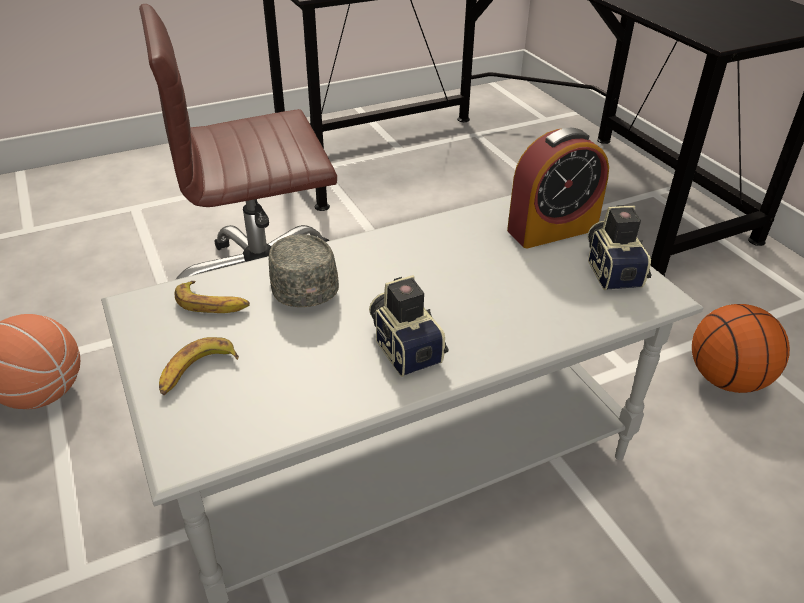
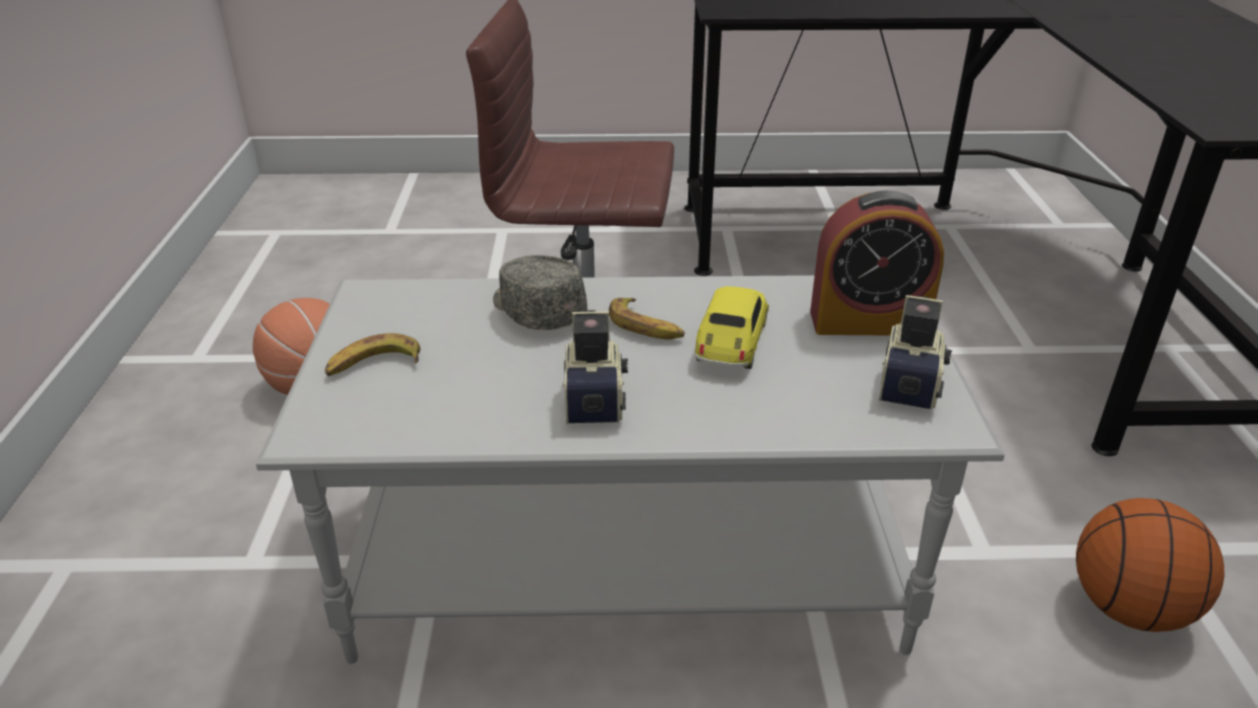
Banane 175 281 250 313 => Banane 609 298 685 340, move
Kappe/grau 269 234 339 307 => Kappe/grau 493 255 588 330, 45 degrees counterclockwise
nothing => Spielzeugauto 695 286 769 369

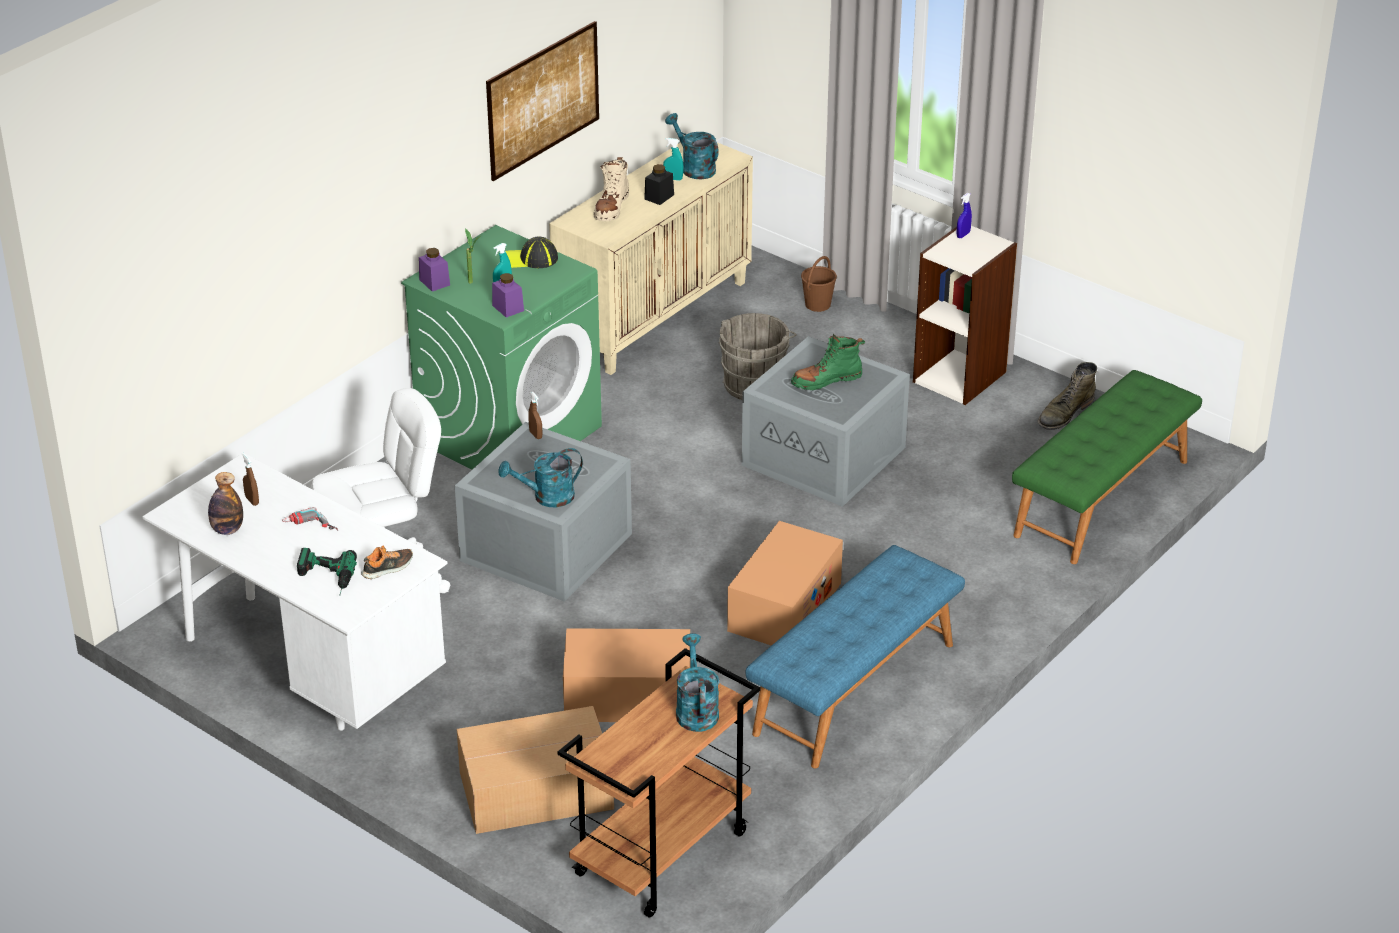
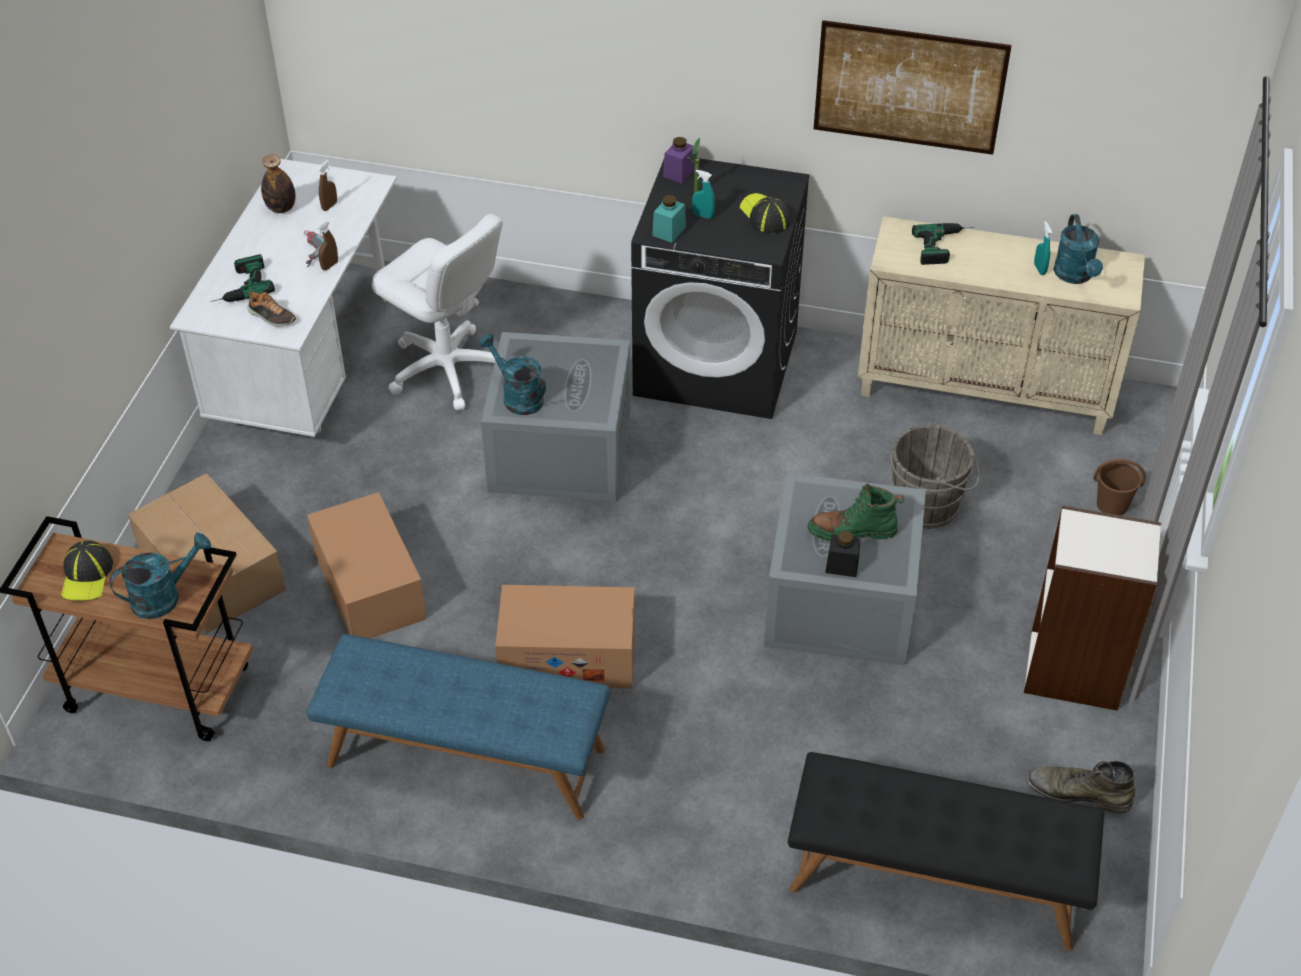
Waschmaschine/grün 401 225 602 470 => Waschmaschine/schwarz 631 158 810 419
Vorratsglas/lila 492 273 524 318 => Vorratsglas/türkis 652 195 686 243
Sprühflasche/braun 528 392 542 439 => Sprühflasche/braun 316 221 338 270, move
Stiefel/beige 594 157 629 221 => Bohrmaschine 912 223 974 265
Vorratsglas/schwarz 644 164 674 205 => Vorratsglas/schwarz 825 531 860 577, move
Gießkanne/türkis 665 113 719 180 => Gießkanne/türkis 1054 214 1103 284, 150 degrees clockwise
Stiefel/grün 791 334 865 390 => Stiefel/grün 808 484 904 541, 45 degrees counterclockwise
Sprühflasche/blau 957 193 972 238 => nothing
Bank/grün 1012 370 1202 564 => Bank/schwarz 788 752 1104 951
nothing => Kappe 61 540 113 601

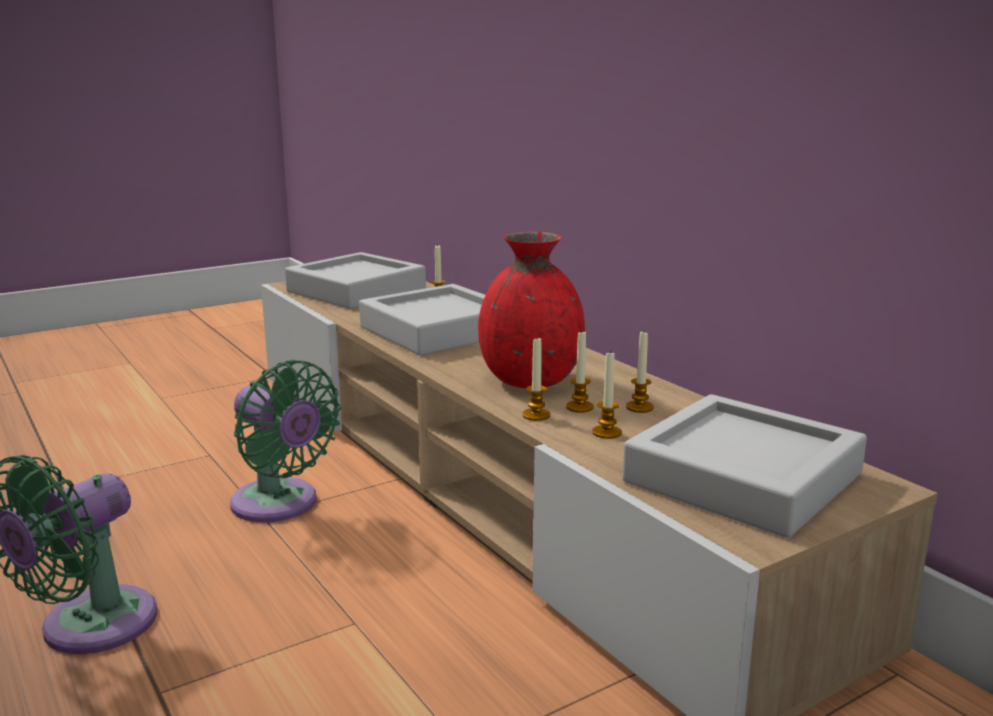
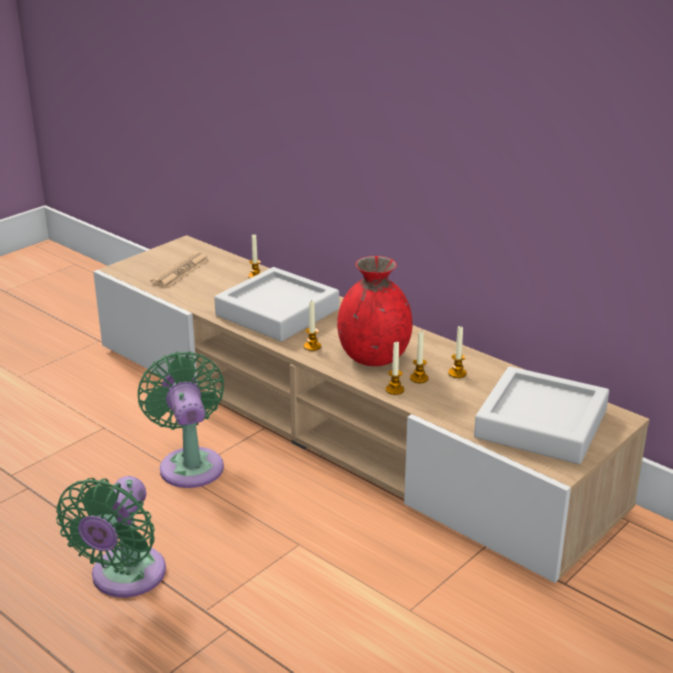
Ventilator/grün 230 360 341 523 => Ventilator/grün 138 351 224 488, 135 degrees counterclockwise
Tablett/grau 285 252 426 309 => Zeitung 150 252 210 287
Kerze 592 350 622 439 => Kerze 304 301 321 351, move

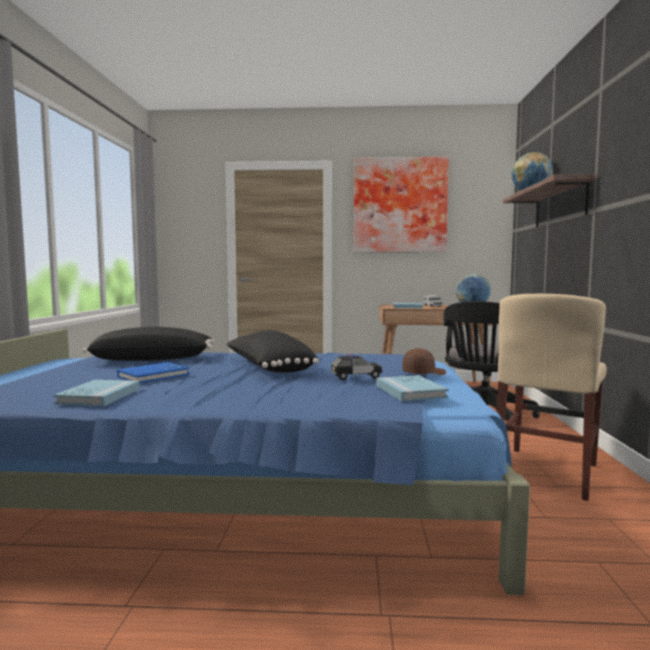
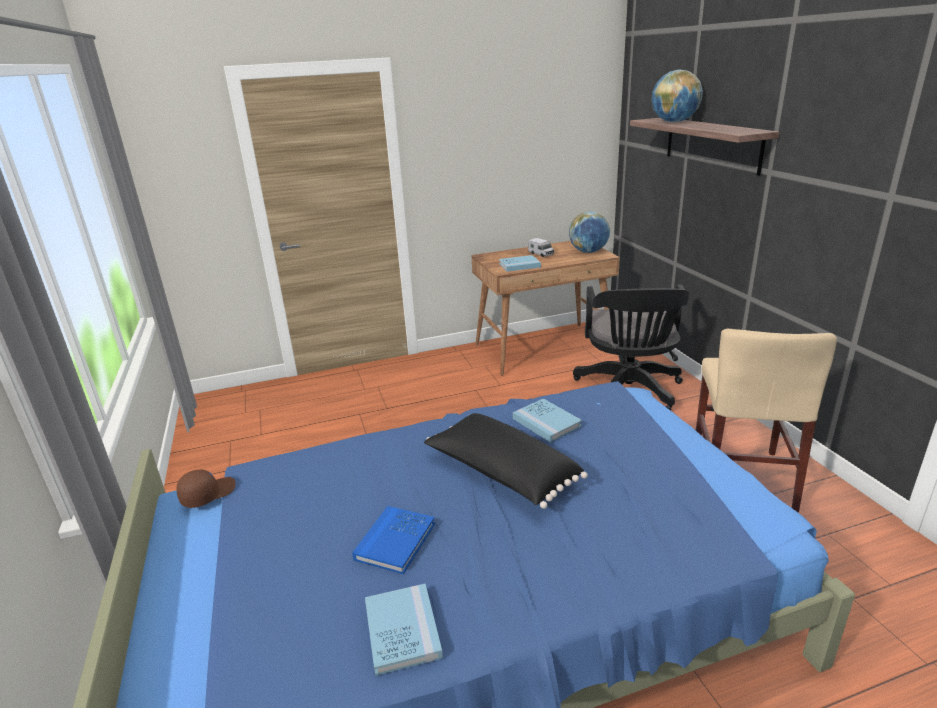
Kissen/schwarz 82 327 215 361 => nothing
Spielzeugauto 330 354 382 380 => nothing
Bild 354 157 449 252 => nothing
Buch/blau 376 375 449 401 => Buch/blau 513 399 582 442, move
Kappe/braun 402 348 446 375 => Kappe/braun 177 469 236 508, move

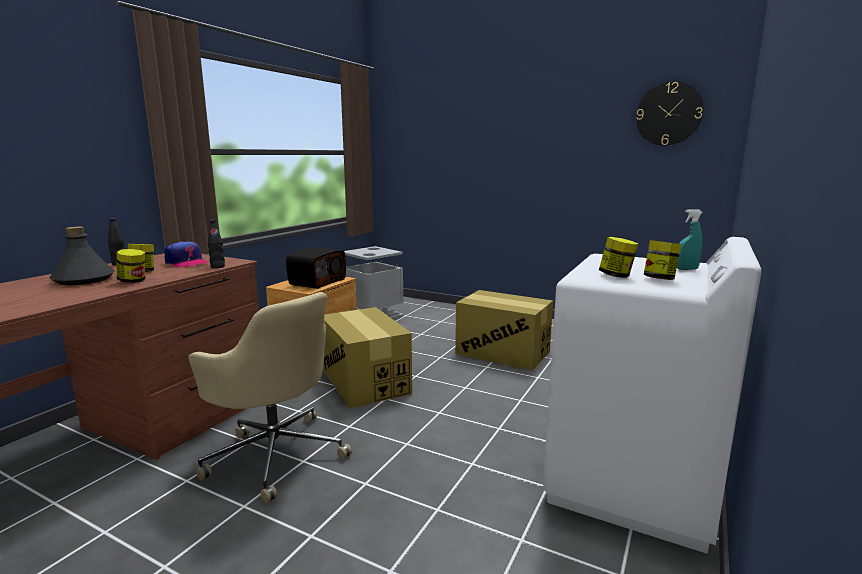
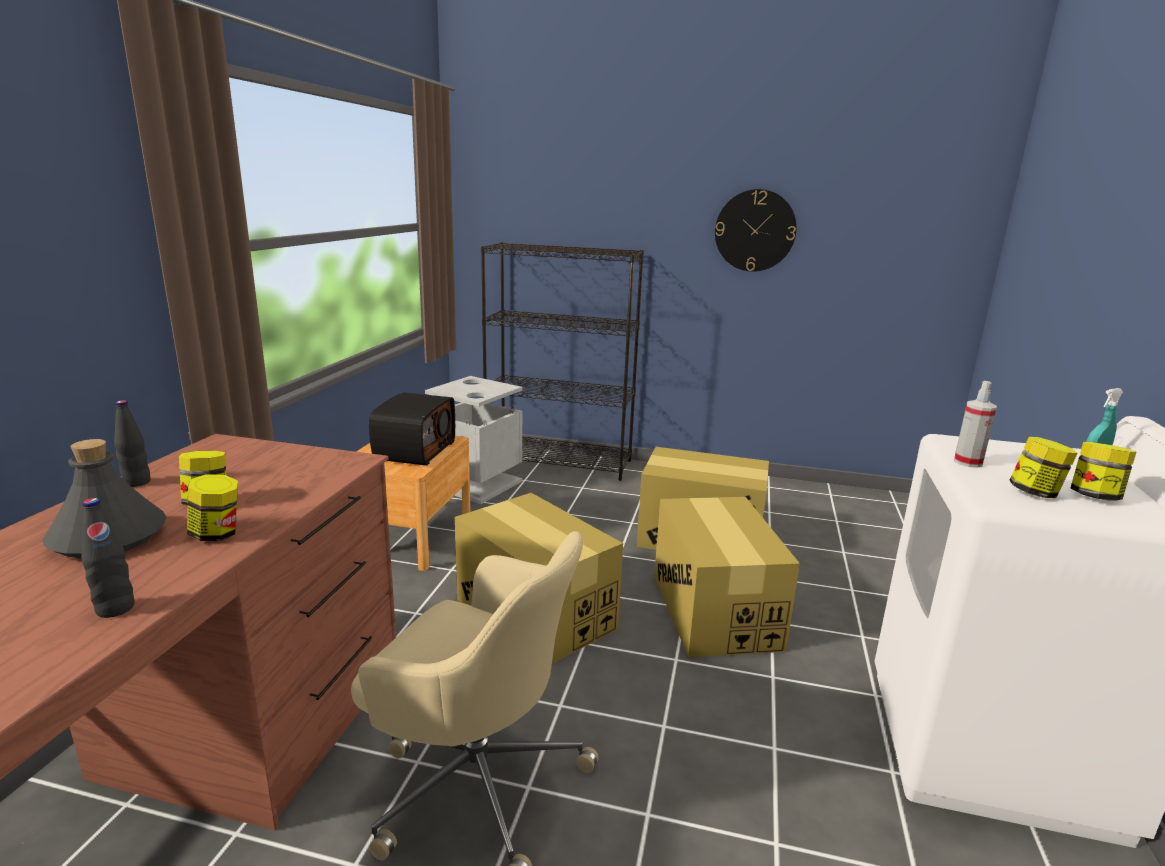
Kappe 164 241 209 267 => nothing
Flasche/schwarz 208 220 225 268 => Flasche/schwarz 81 498 134 618, move
Wanduhr 636 81 703 146 => Wanduhr 715 189 797 272, move
nothing => Bücherregal/schwarz 481 242 644 481
nothing => Karton 654 497 800 657
nothing => Sprühflasche 954 381 997 468

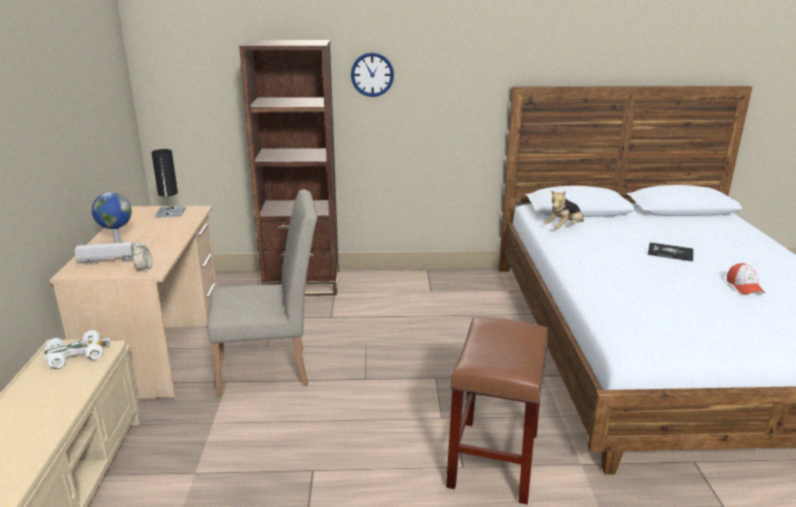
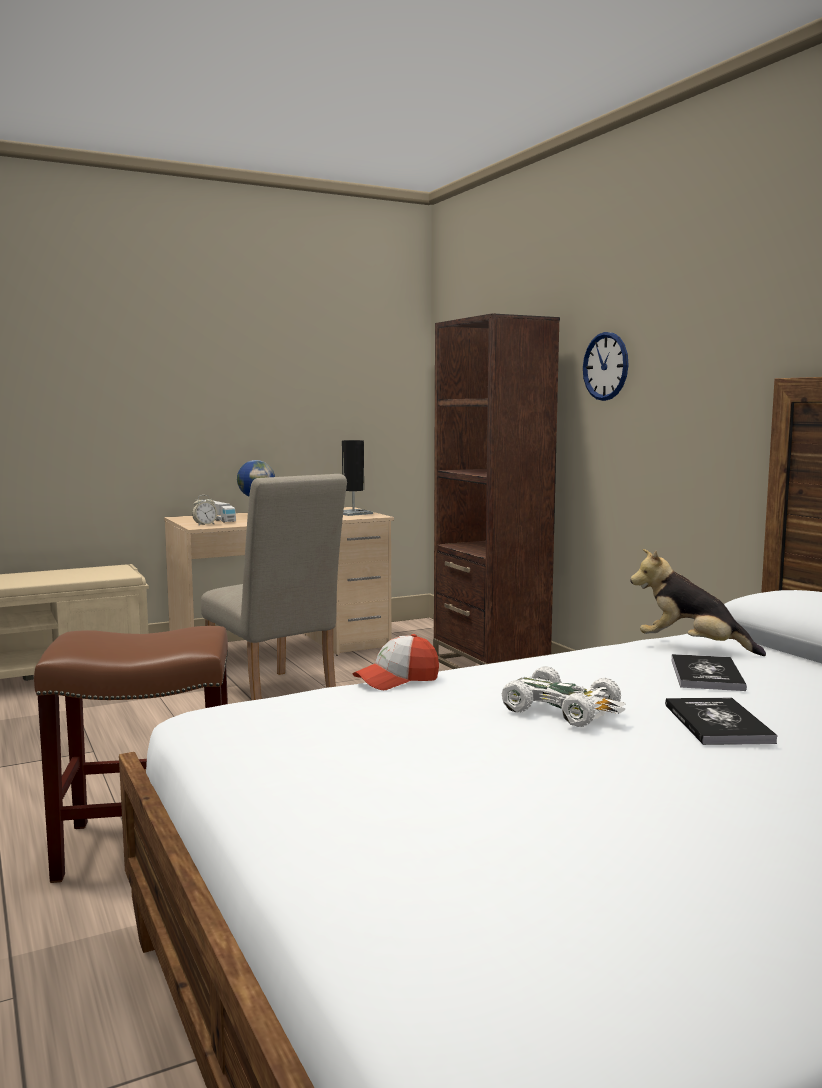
Spielzeugauto/weiß 44 330 111 369 => Spielzeugauto/weiß 502 666 626 727, move
Kappe 726 263 765 294 => Kappe 353 634 439 690, move
nothing => Buch 671 654 747 691

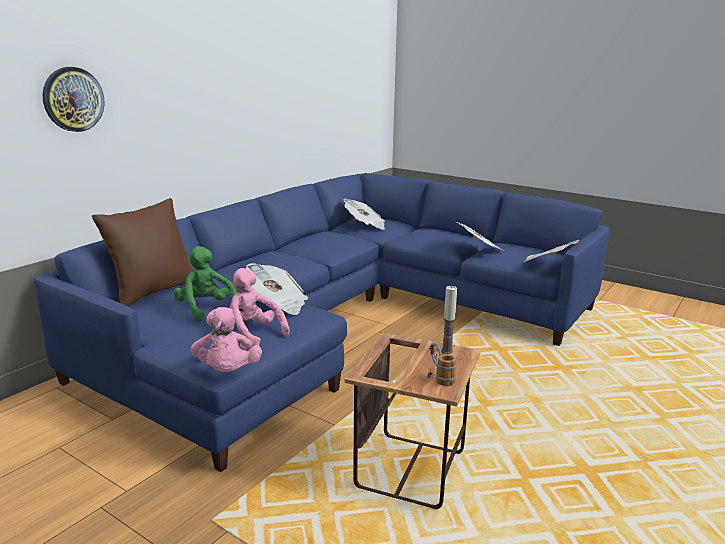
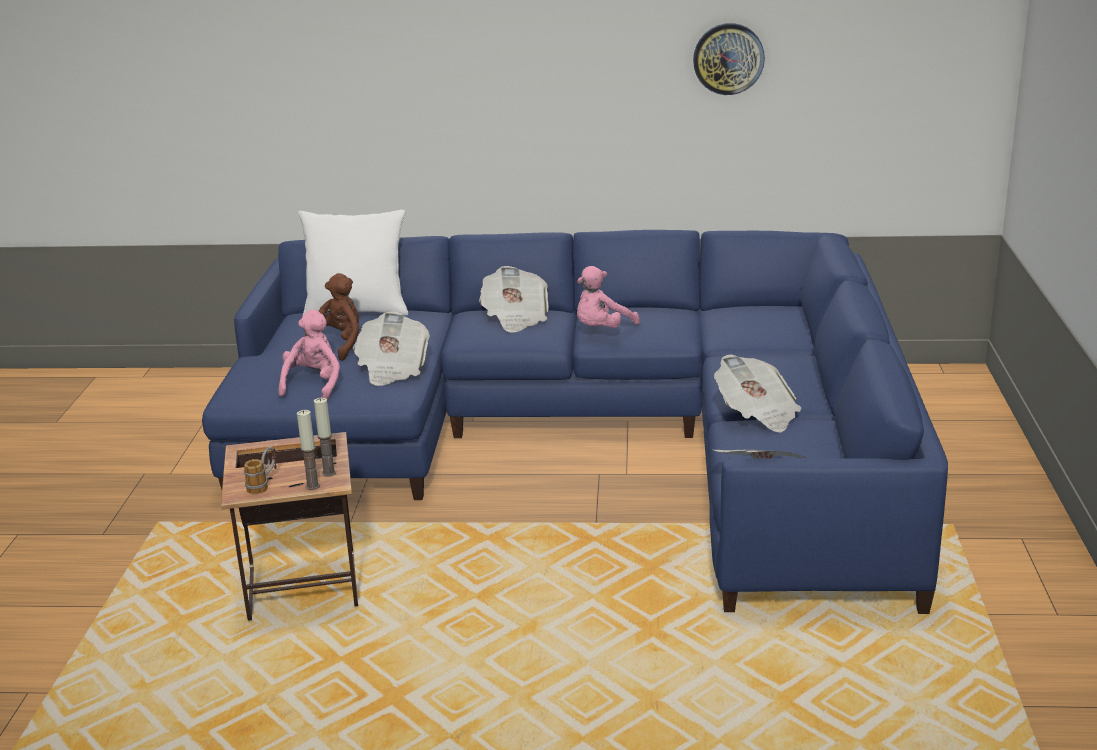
Wanduhr 43 67 105 132 => Wanduhr 693 23 765 95, move
Kissen/braun 92 198 193 307 => Kissen/weiß 299 210 408 316
Plüschtier/grün 173 246 237 322 => Plüschtier/braun 301 273 360 361
Plüschtier/rosa 191 307 262 372 => Plüschtier/rosa 577 266 640 328, move
Zeitung 343 199 385 230 => Zeitung 479 266 549 333, move
nothing => Kerze 297 410 320 490

